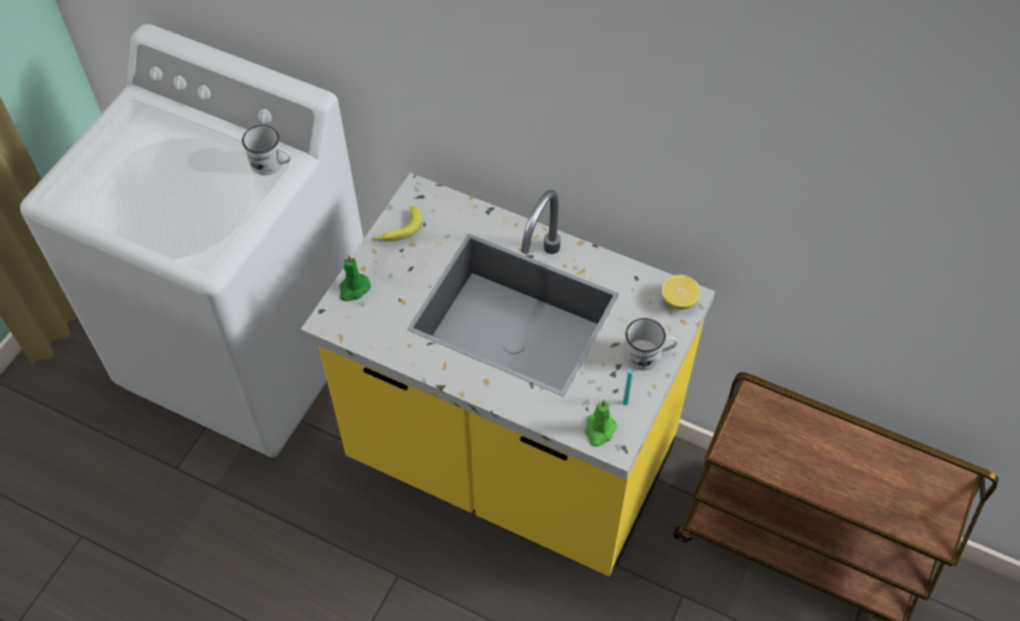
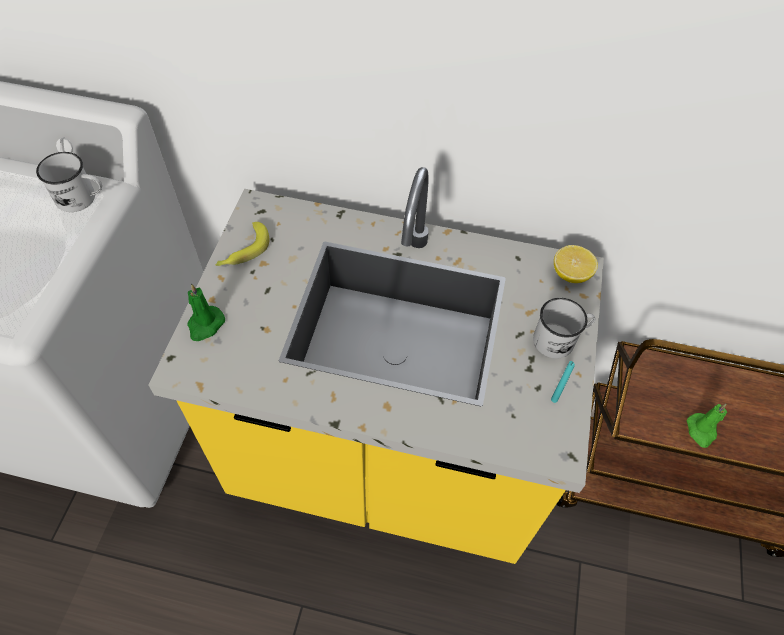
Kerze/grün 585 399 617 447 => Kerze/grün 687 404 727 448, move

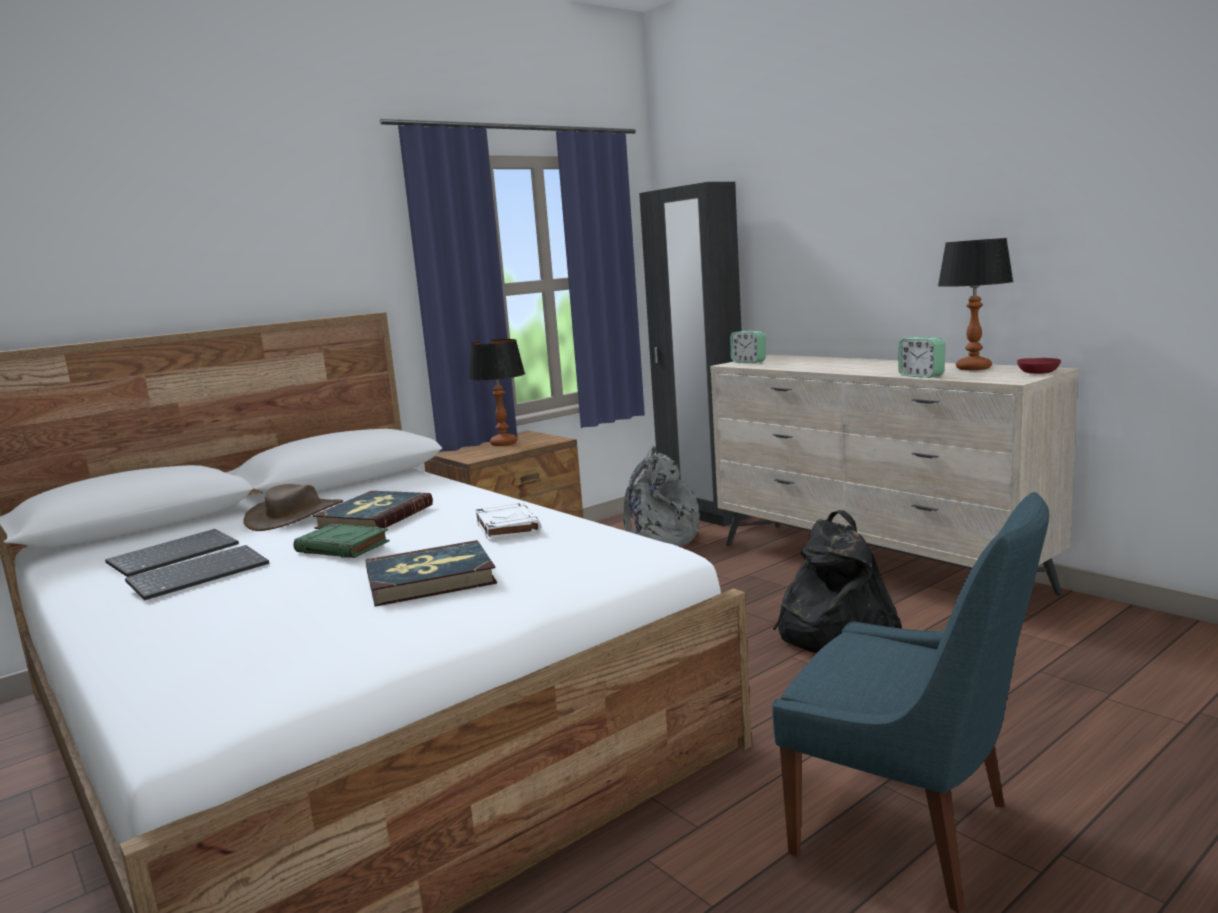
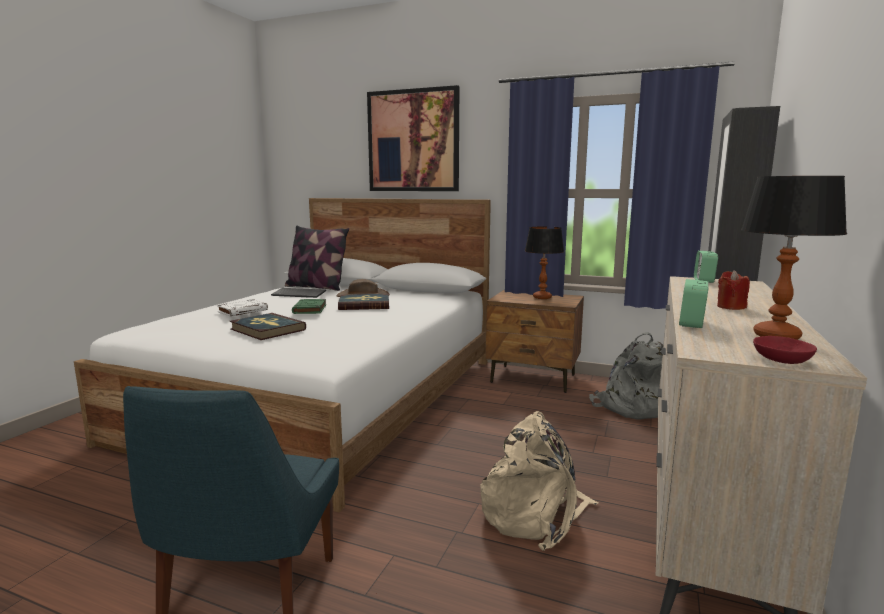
Tastatur 125 545 269 600 => nothing
Buch/weiß 475 503 541 541 => Buch/weiß 217 299 268 316, move
Rucksack/schwarz 773 510 902 653 => Rucksack/beige 480 411 598 551
nothing => Kissen 285 225 349 291
nothing => Bild 367 85 459 191
nothing => Kerze/rot 717 270 750 310

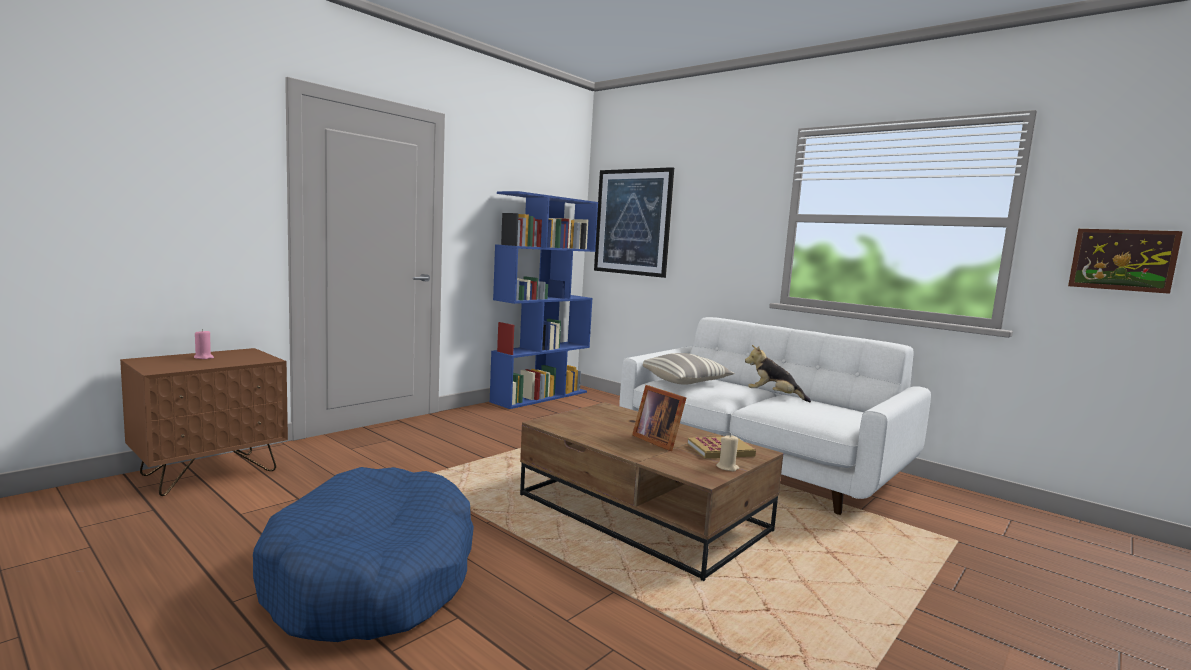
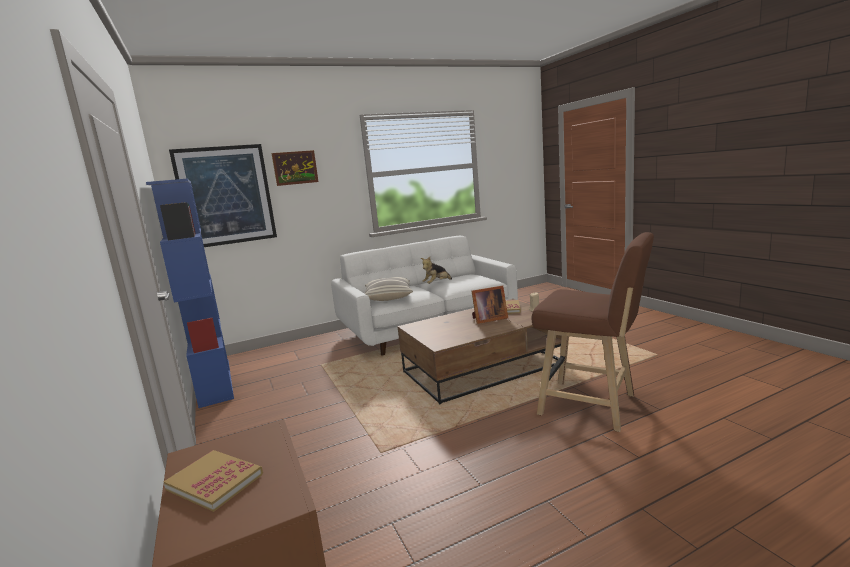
Kerze/rosa 194 329 214 359 => Buch 164 450 263 512
Hundebett/blau 253 467 474 642 => nothing
Bild 1068 229 1183 294 => Bild 272 150 319 186, move
nothing => Hocker/braun 531 232 654 432

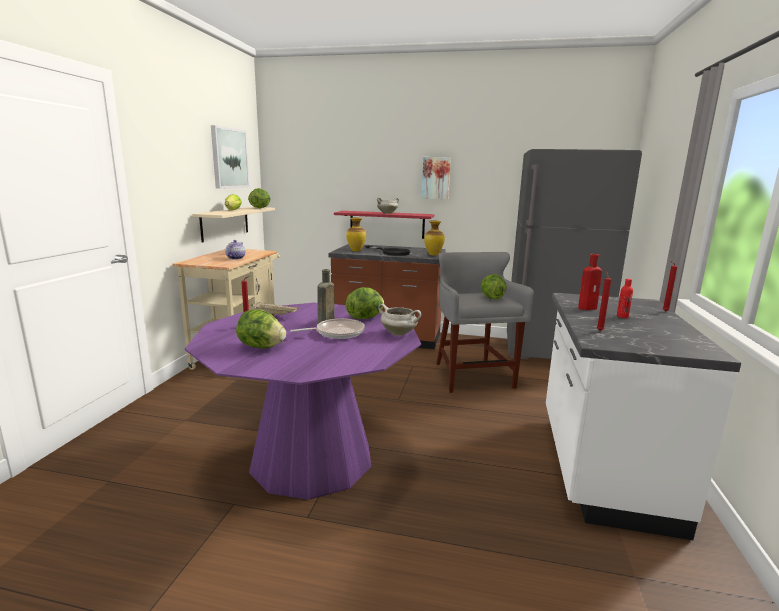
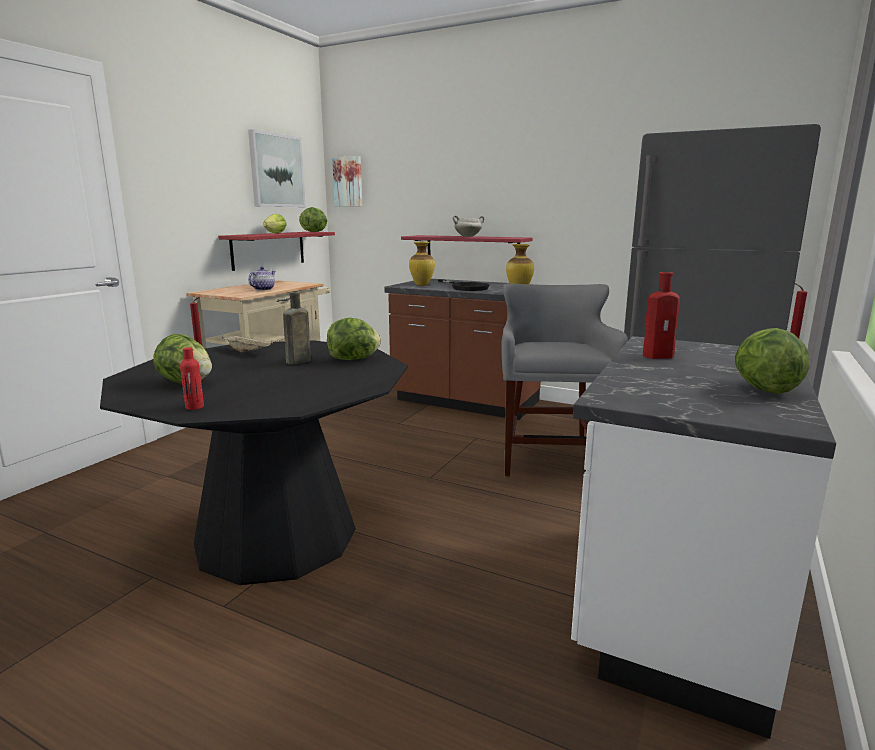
Esstisch/lila 185 303 421 500 => Esstisch/schwarz 100 340 408 585
Wandregal/beige 192 207 275 243 => Wandregal/rot 218 232 335 271
Pfanne 290 318 365 339 => nothing
Kochtopf/weiß 378 304 421 336 => nothing
Bild 422 157 451 199 => Bild 332 156 362 207, move
Salatkopf 481 274 507 300 => Salatkopf 735 328 810 394, move
Kerze/rot 597 271 612 331 => nothing
Flasche/rot 617 279 633 318 => Flasche/rot 180 347 204 410, move

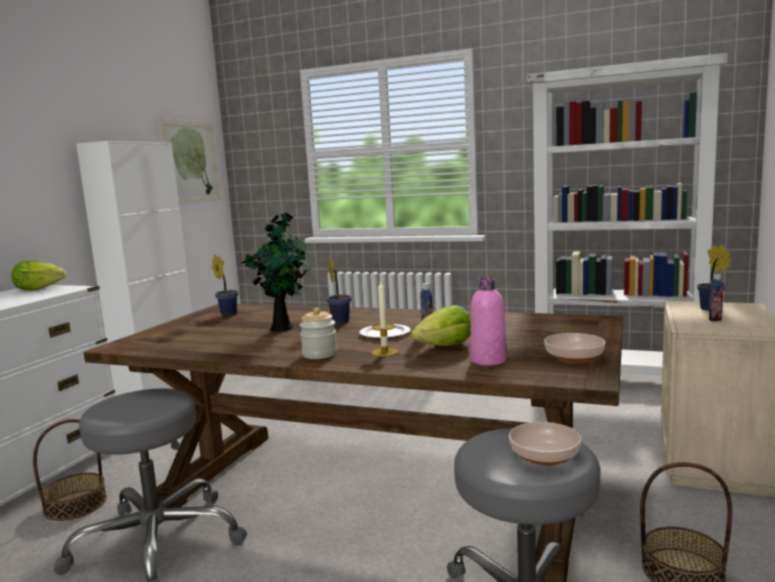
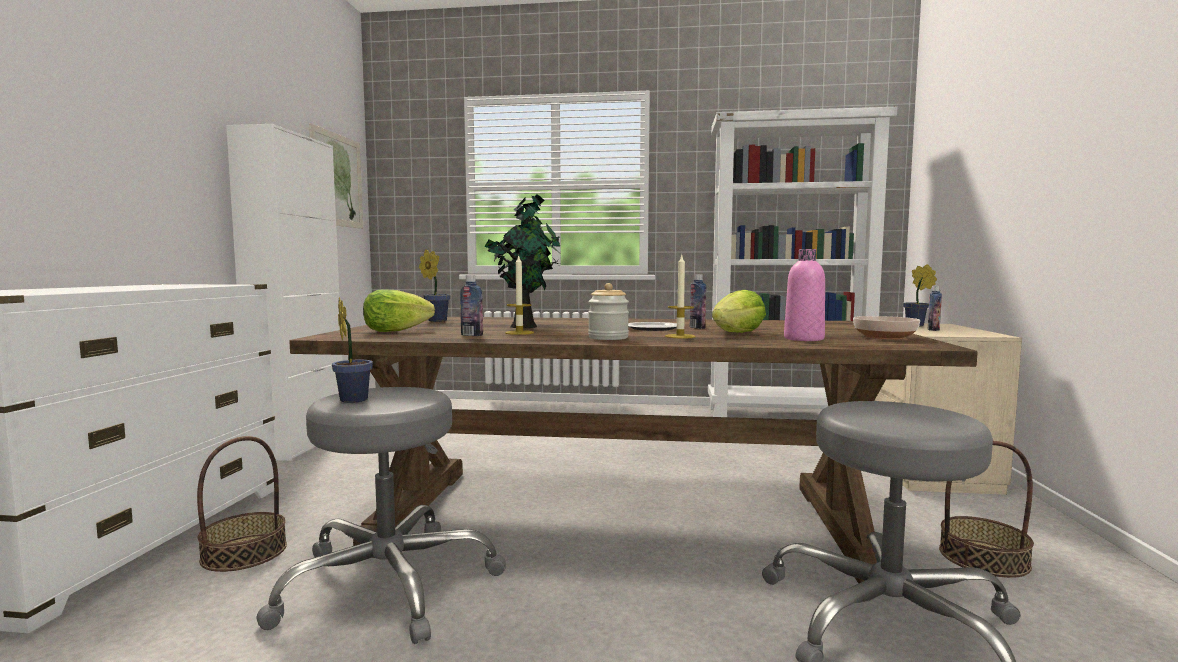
Salatkopf 12 261 66 290 => Salatkopf 363 289 435 332, move
Topfpflanze 326 255 351 323 => Topfpflanze 332 297 373 403, move
Schüssel 509 422 581 466 => nothing
nothing => Flasche 460 275 483 336
nothing => Kerze 505 254 534 335

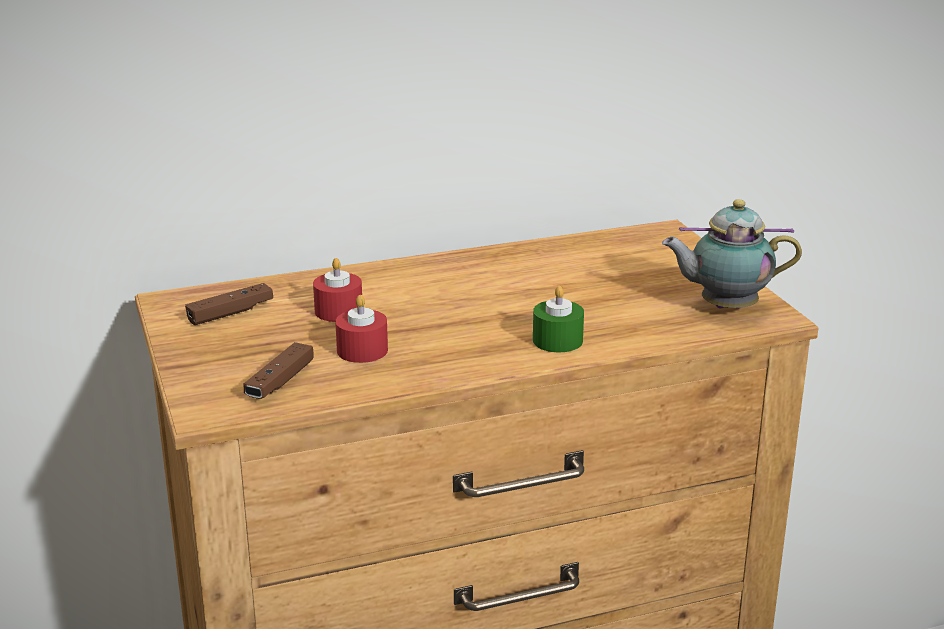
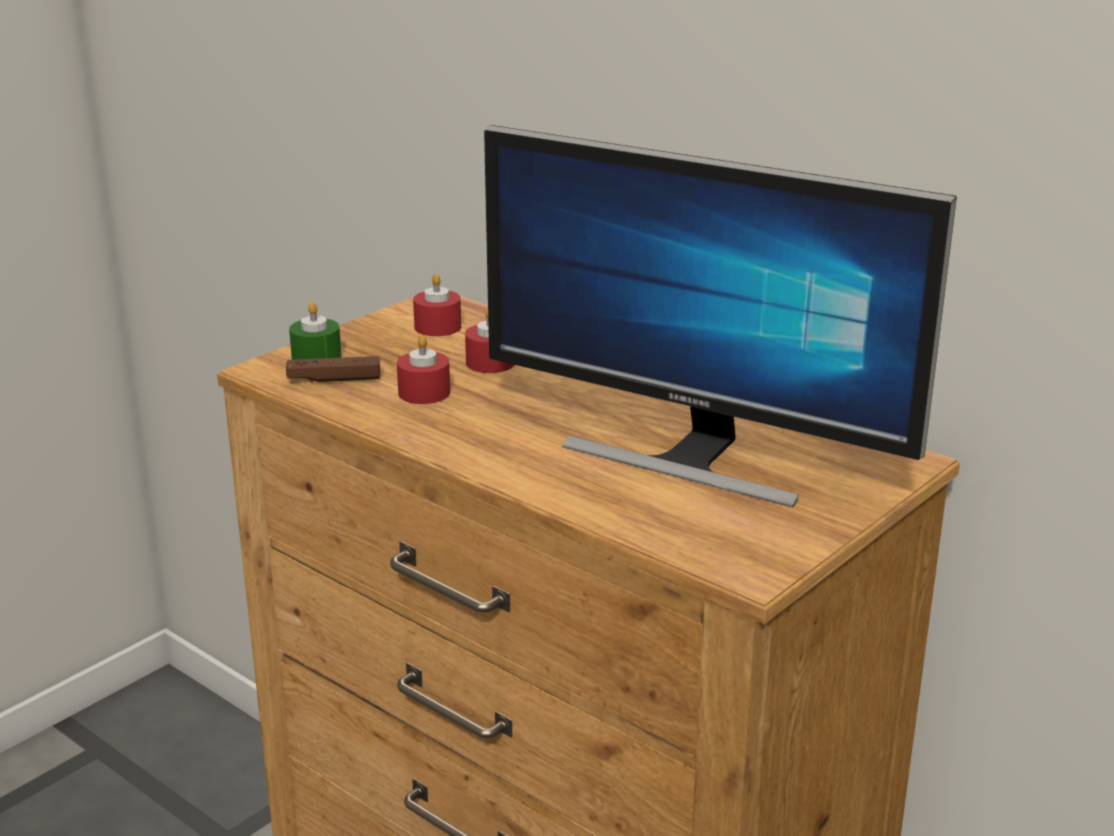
Gamepad/braun 185 283 273 325 => Kerze/rot 413 274 461 336
Kerze/grün 533 286 584 352 => Kerze/grün 289 302 341 360, move
Teekanne 662 199 802 309 => nothing
nothing => Monitor 484 125 957 507

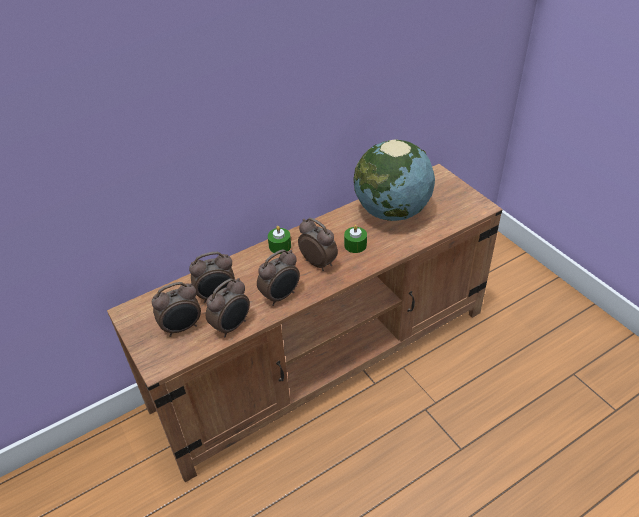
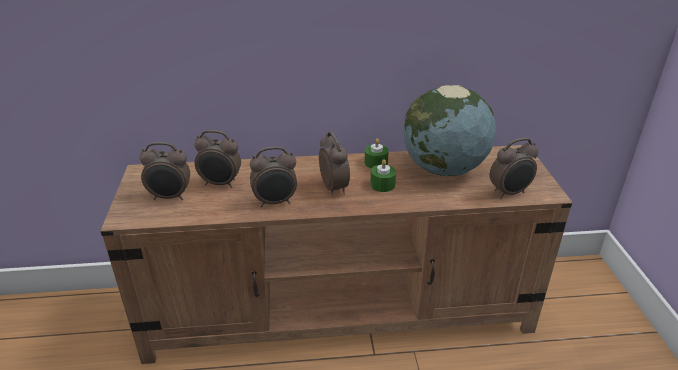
Wecker 206 278 250 337 => Wecker 490 138 539 199, move
Kerze/grün 268 226 291 254 => Kerze/grün 364 138 389 169, move

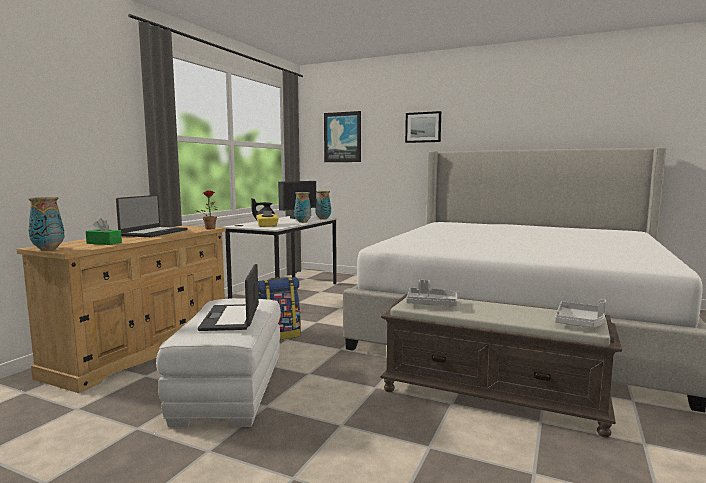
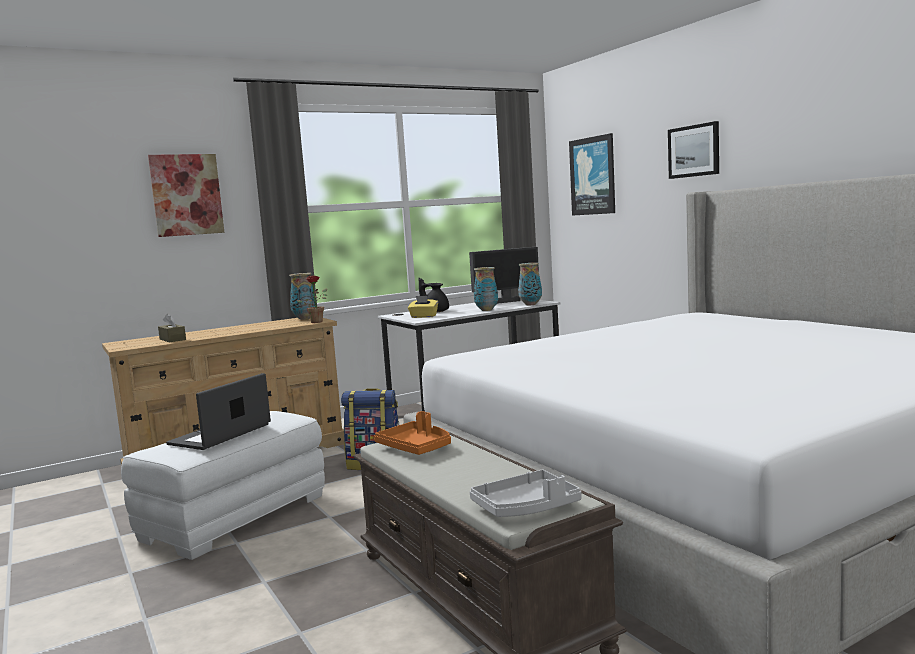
Vase 28 197 65 251 => Vase 289 273 317 320, move
Taschentuchbox/grün 86 218 122 245 => Taschentuchbox/braun 158 314 186 342
Laptop 116 195 187 237 => nothing
Tablett/grau 406 280 457 306 => Tablett/orange 374 411 451 455
nothing => Bild 148 154 224 237

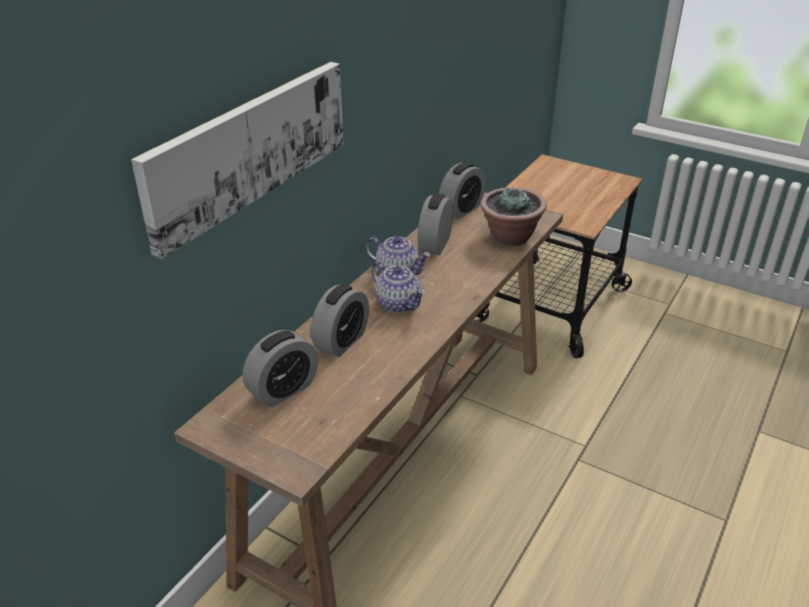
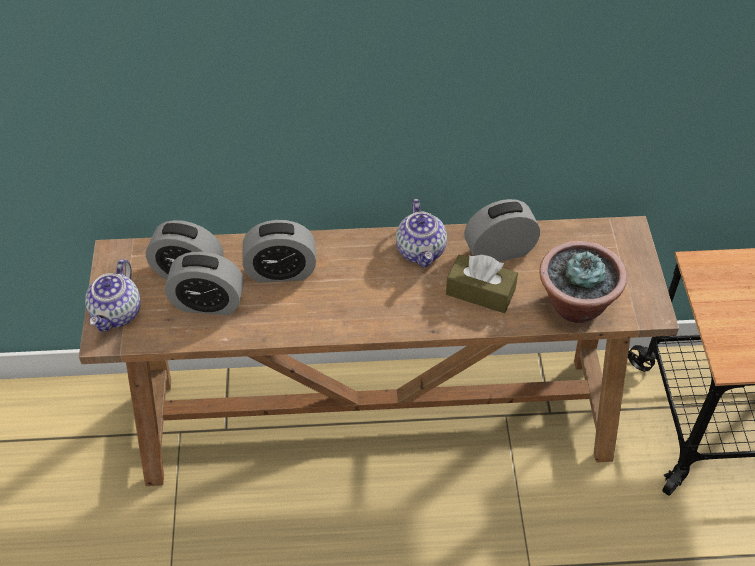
Bild 131 62 344 259 => nothing
Teekanne 372 262 425 313 => Teekanne 85 259 141 332, move
Wecker 439 162 486 219 => Wecker 165 252 244 315, move
nothing => Taschentuchbox/braun 446 254 518 313

